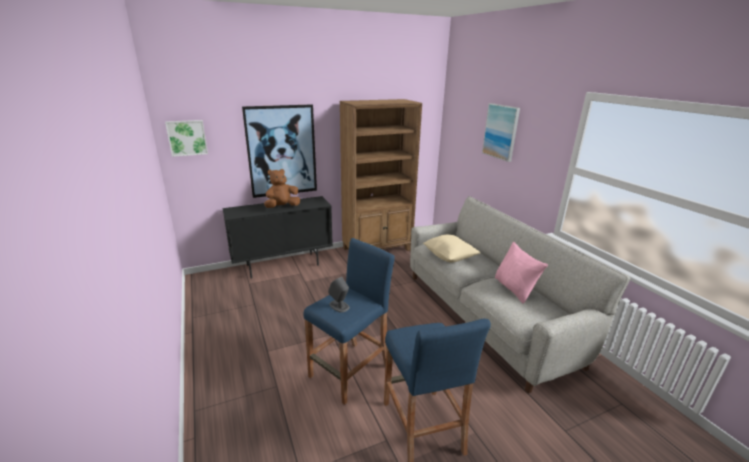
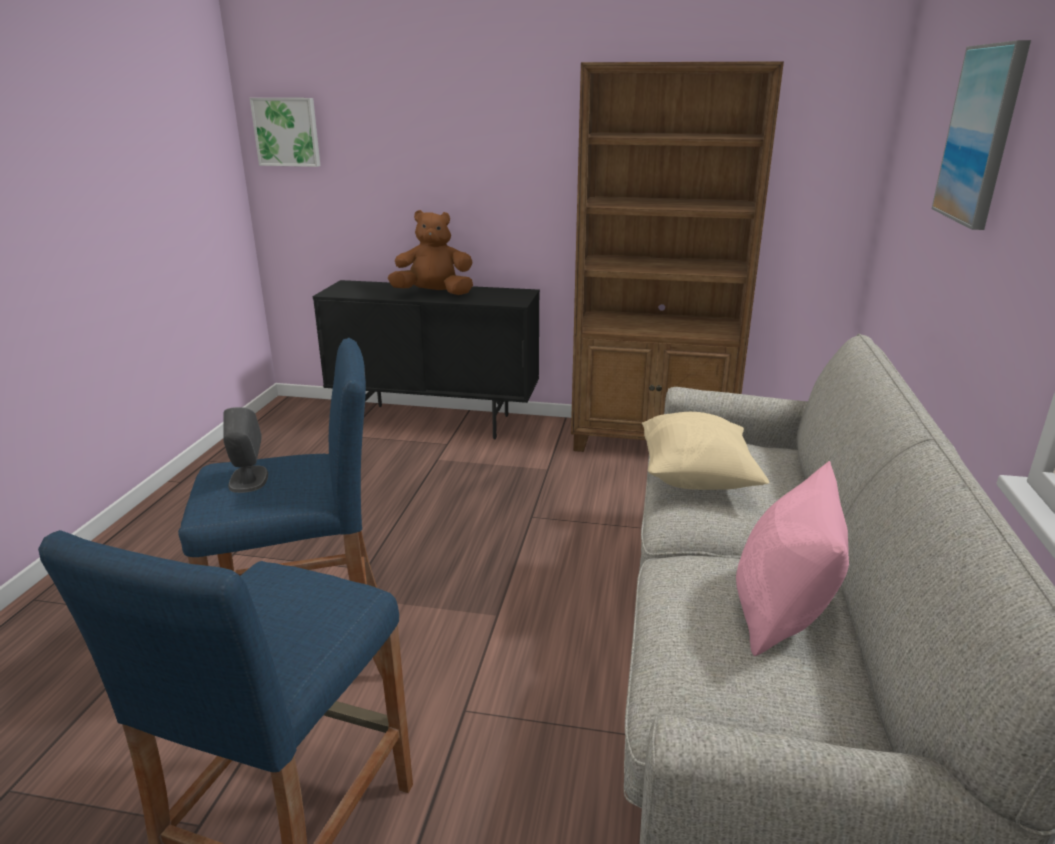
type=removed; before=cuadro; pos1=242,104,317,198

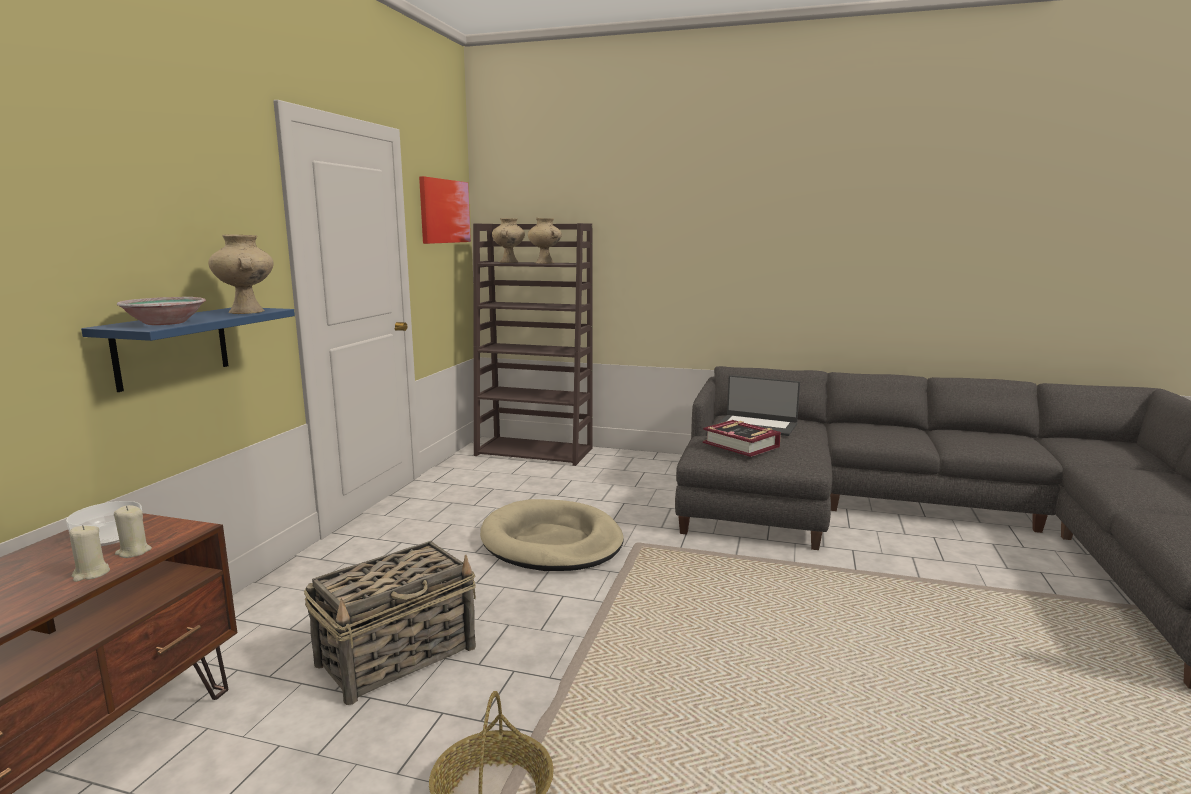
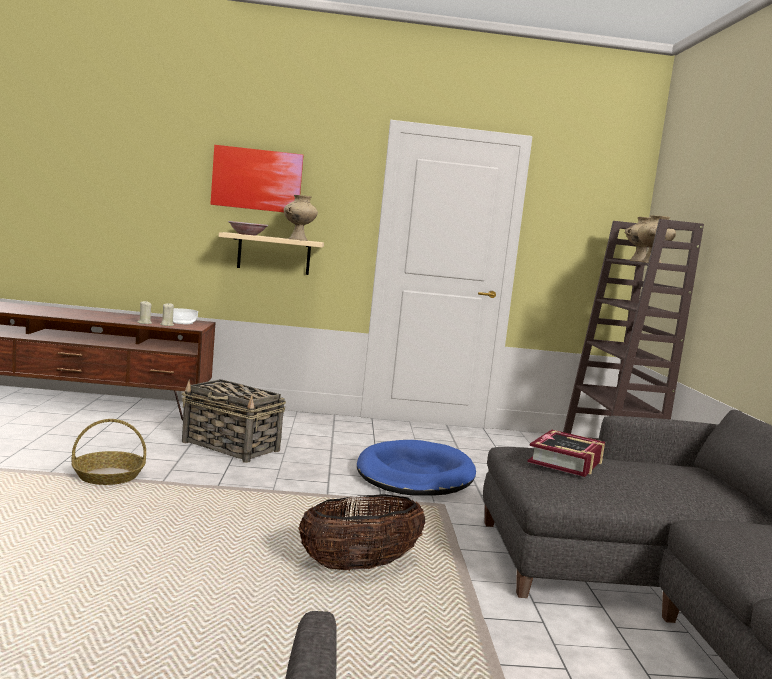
type=moved; before=cuadro; pos1=419,176,471,244; pos2=210,145,304,212
type=recoloured; before=estante [azul]; after=estante [beis]; pos1=81,308,295,392; pos2=219,232,324,275
type=added; after=cesta; pos2=299,494,425,570
type=recoloured; before=cama para perro [beis]; after=cama para perro [azul]; pos1=480,499,624,571; pos2=357,440,476,496
type=removed; before=portátil; pos1=717,375,800,436

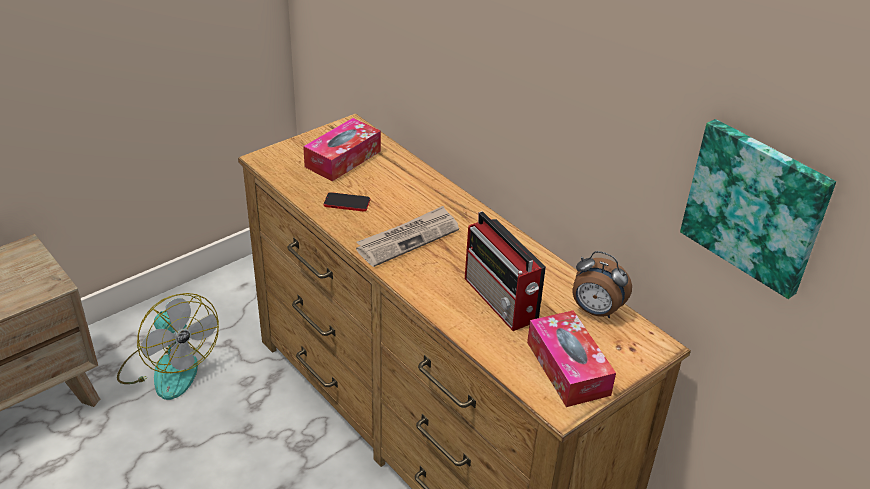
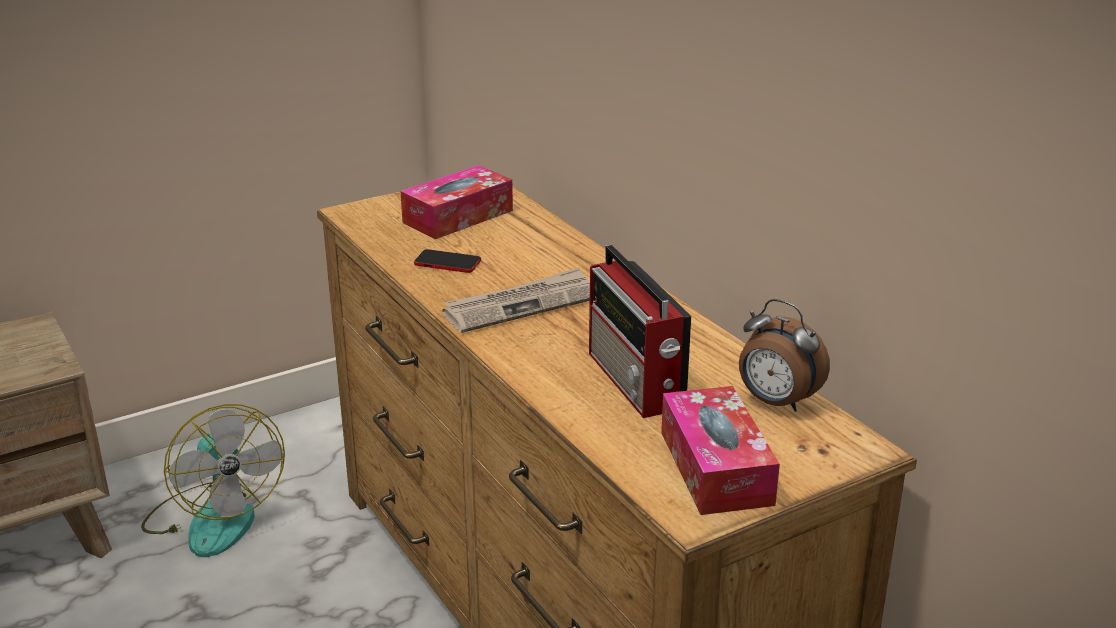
type=removed; before=cuadro; pos1=680,119,836,299

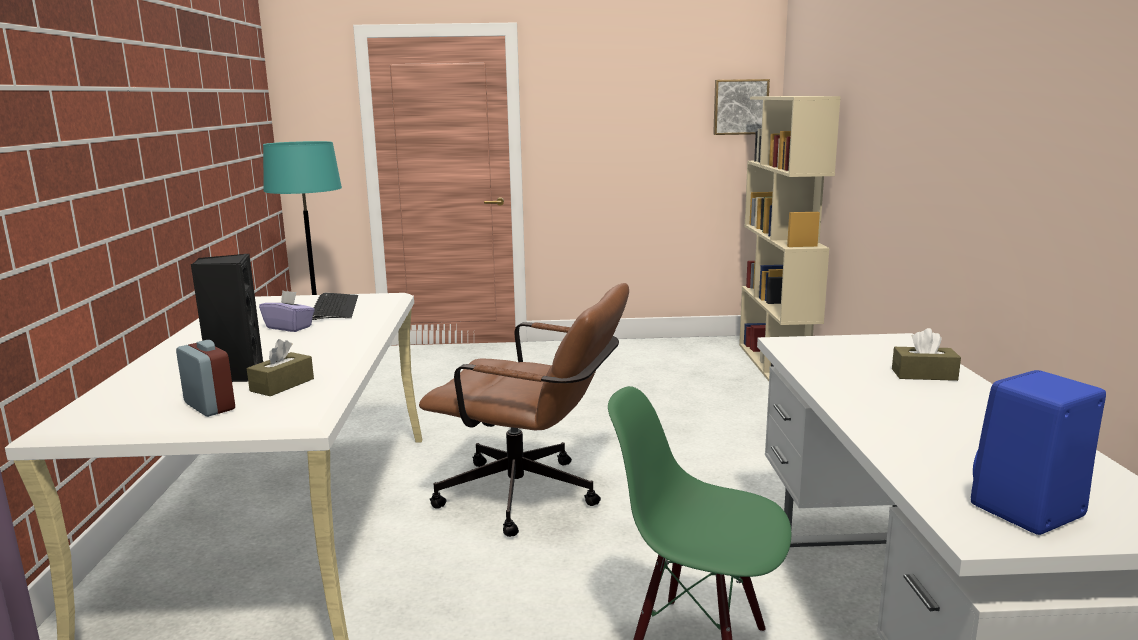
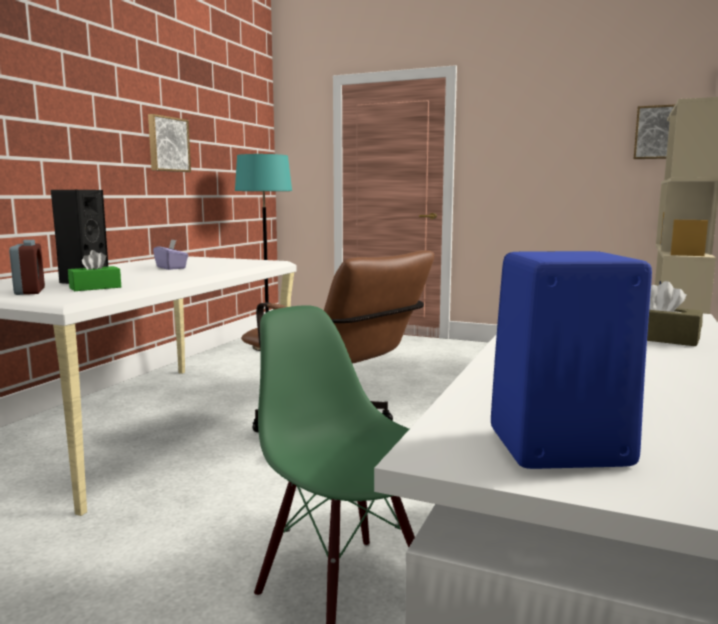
type=recoloured; before=caja de pañuelos [marrón]; after=caja de pañuelos [verde]; pos1=247,339,314,396; pos2=68,250,121,291
type=added; after=cuadro; pos2=148,114,191,172
type=removed; before=teclado; pos1=312,293,358,320

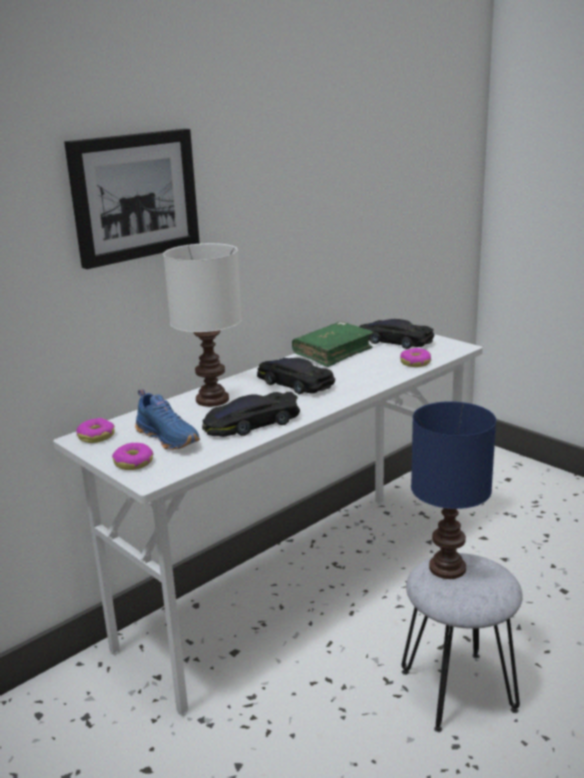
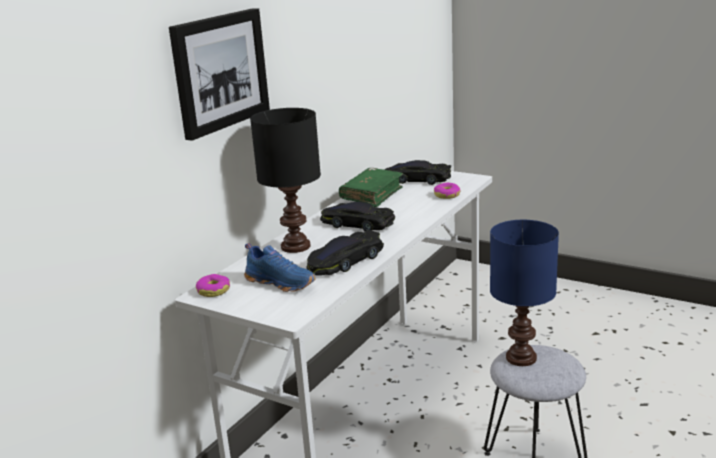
type=recoloured; before=lámpara de mesa [blanco]; after=lámpara de mesa [negro]; pos1=163,243,242,407; pos2=250,108,321,253
type=removed; before=rosquilla; pos1=112,443,154,470

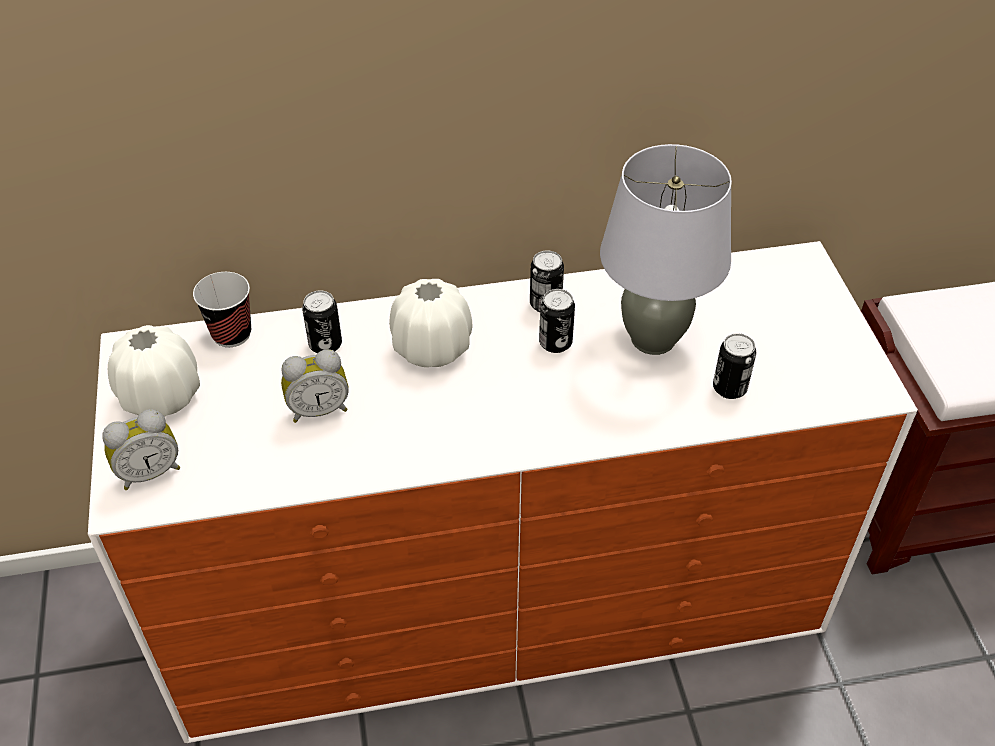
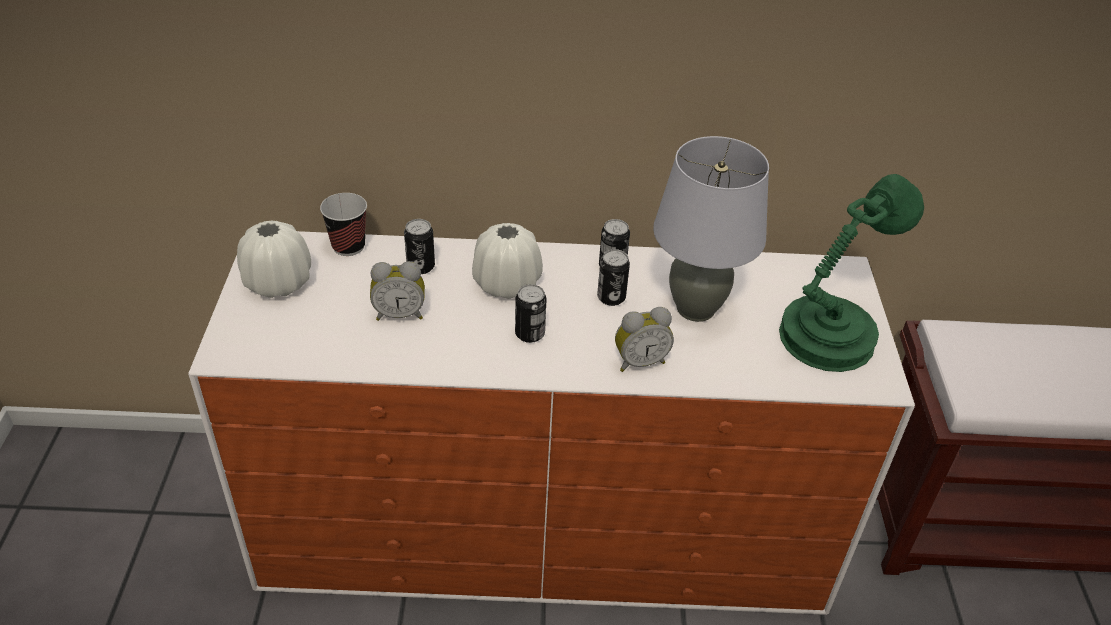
type=moved; before=lata; pos1=713,333,756,399; pos2=515,284,547,343
type=moved; before=despertador; pos1=102,409,180,490; pos2=615,307,674,372
type=added; after=lámpara de mesa [verde]; pos2=779,174,924,372

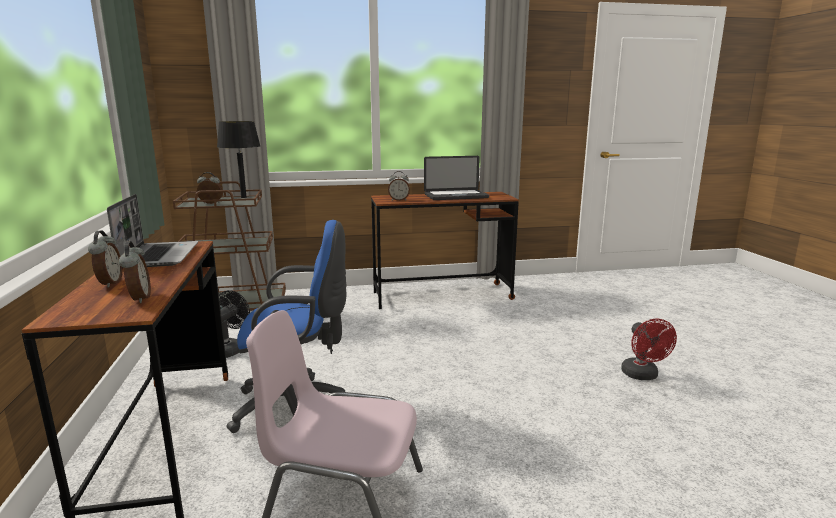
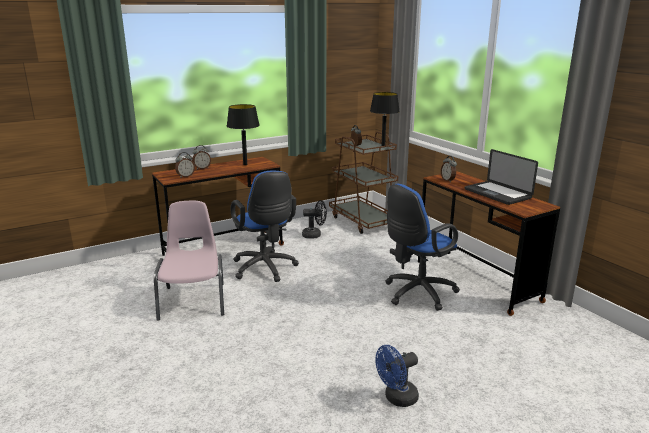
type=replaced; before=portátil; after=lámpara de mesa [negro]; pos1=107,194,198,267; pos2=227,104,260,165
type=recoloured; before=ventilador [rojo]; after=ventilador [azul]; pos1=621,319,677,380; pos2=375,345,419,407
type=added; after=silla de oficina [azul]; pos2=385,184,460,311

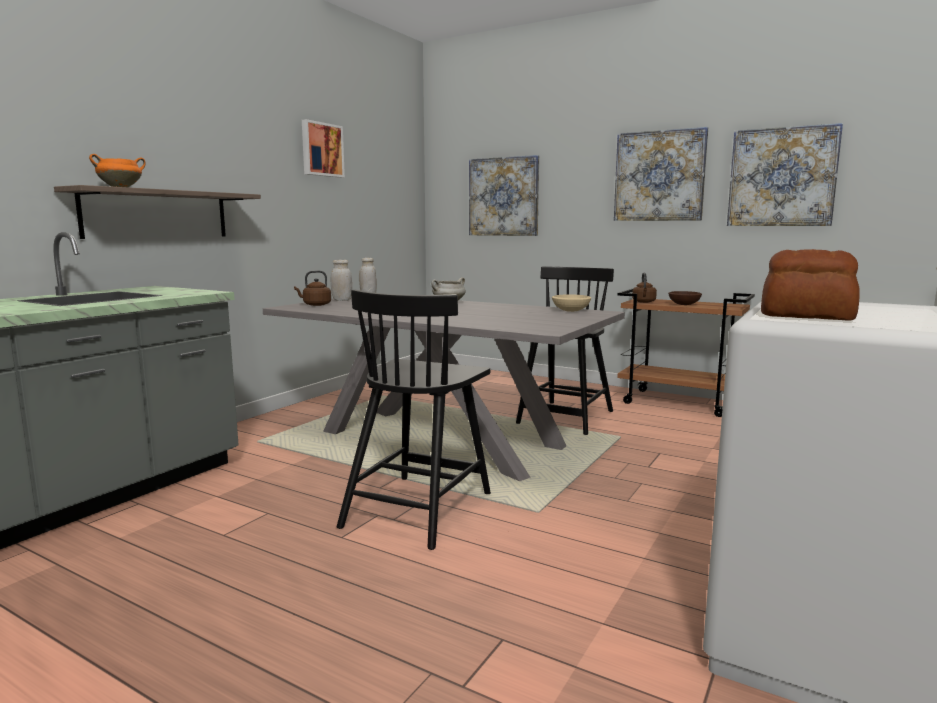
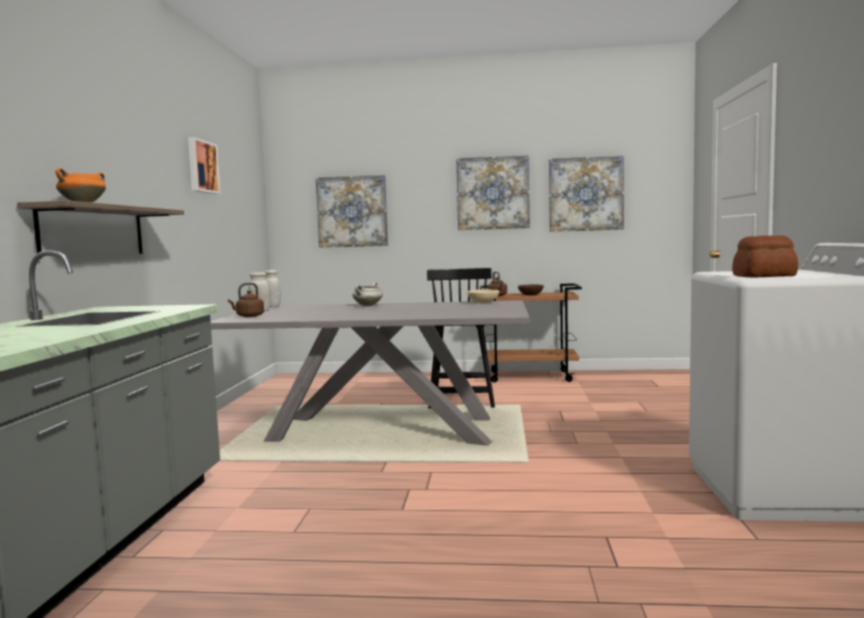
type=removed; before=silla [negro]; pos1=337,290,491,550

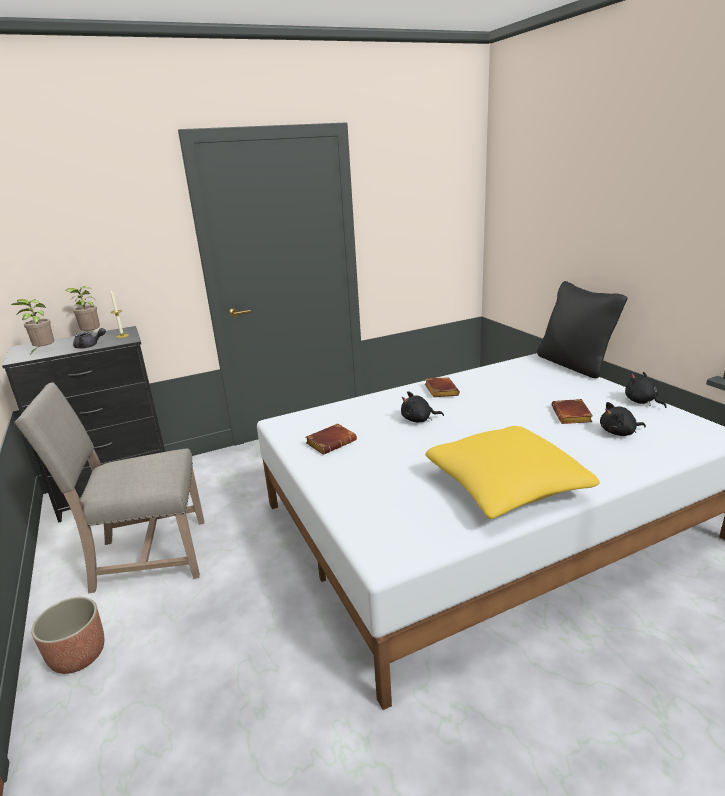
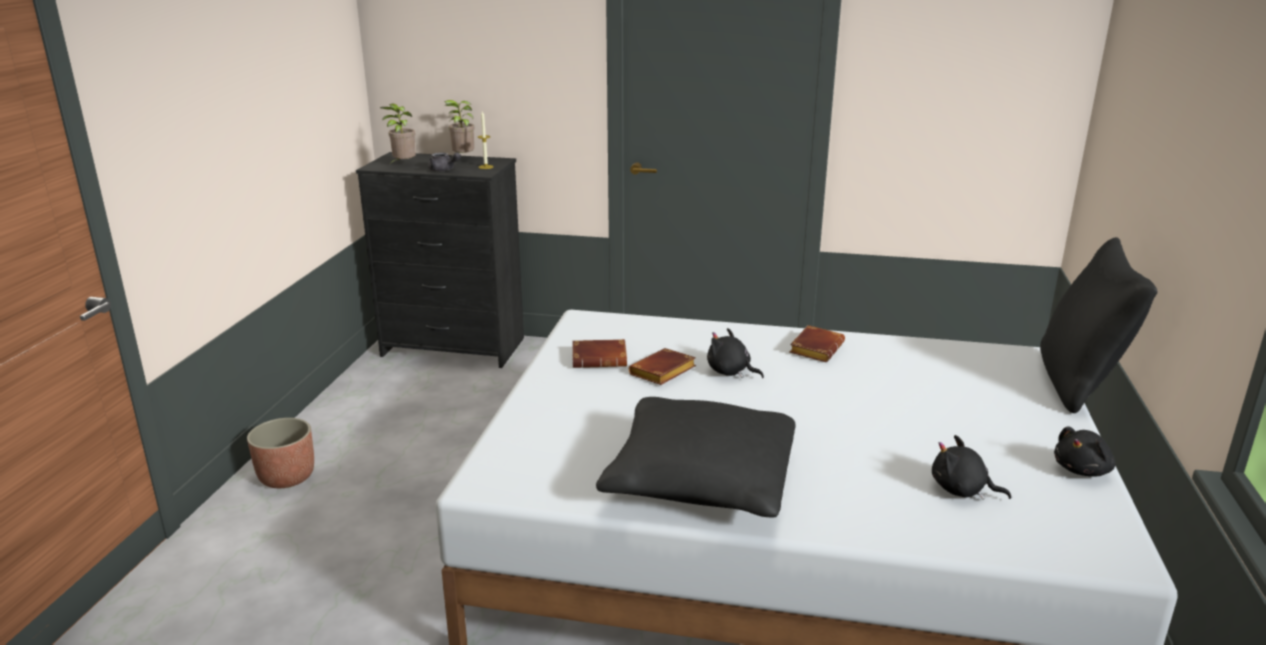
type=recoloured; before=cojín [amarillo]; after=cojín [negro]; pos1=425,426,600,519; pos2=596,397,796,518
type=moved; before=libro [marrón]; pos1=552,399,593,424; pos2=629,348,696,385
type=turned; before=peluche [negro]; pos1=625,372,667,408; pos2=1054,426,1116,476; turn=-135
type=removed; before=silla [beis]; pos1=14,382,204,594

